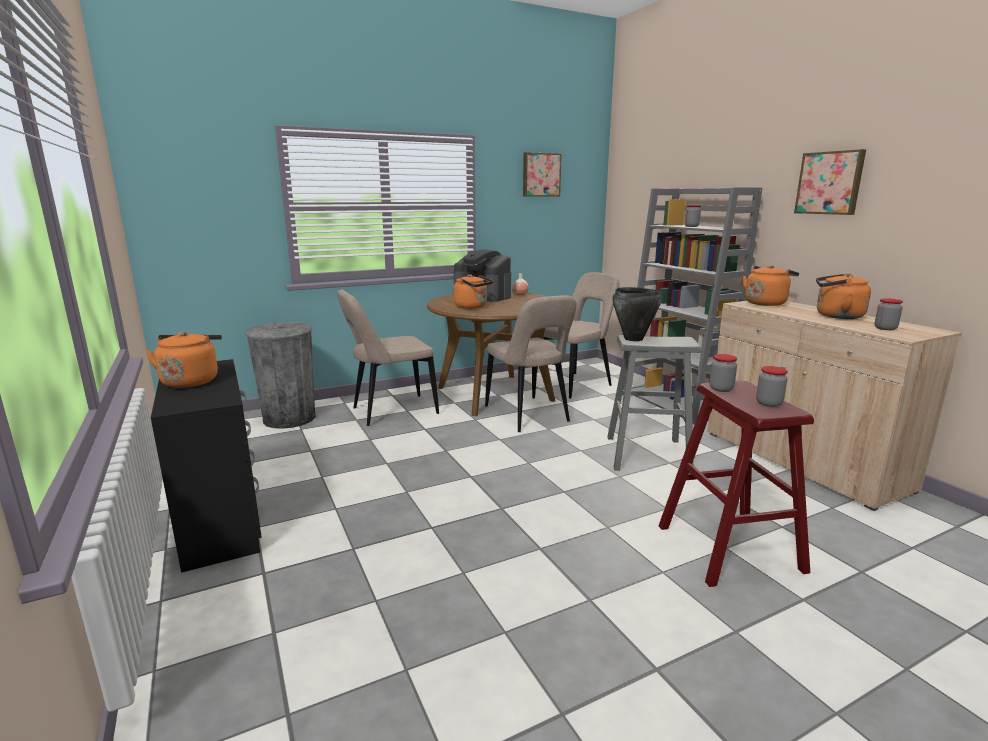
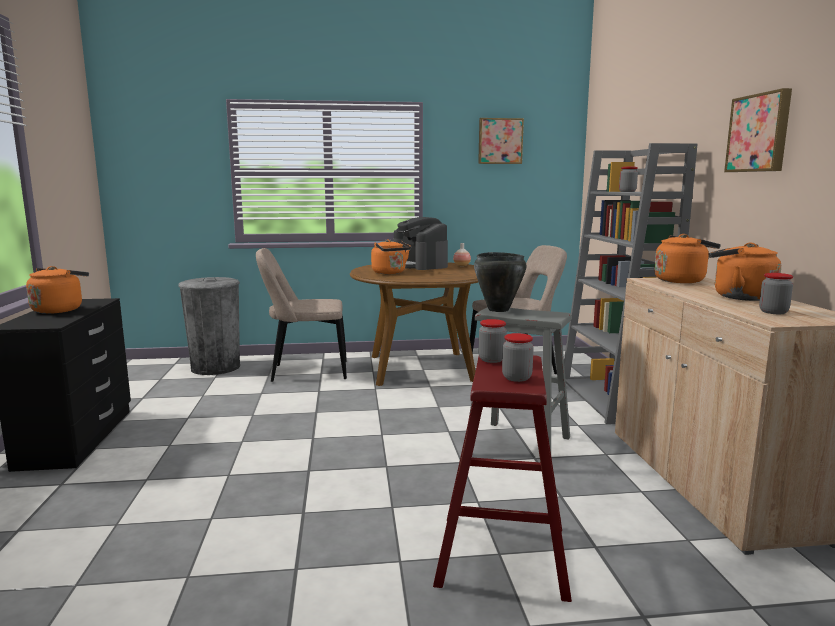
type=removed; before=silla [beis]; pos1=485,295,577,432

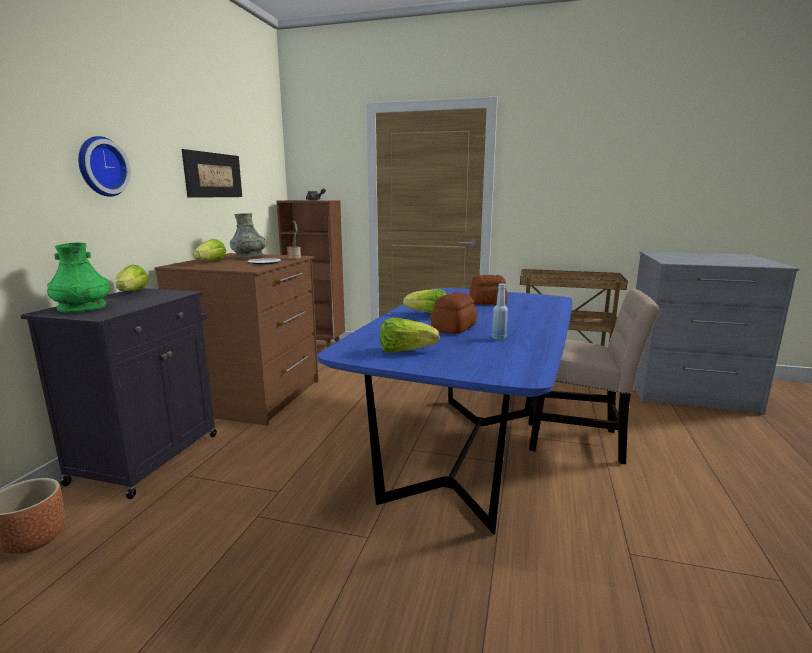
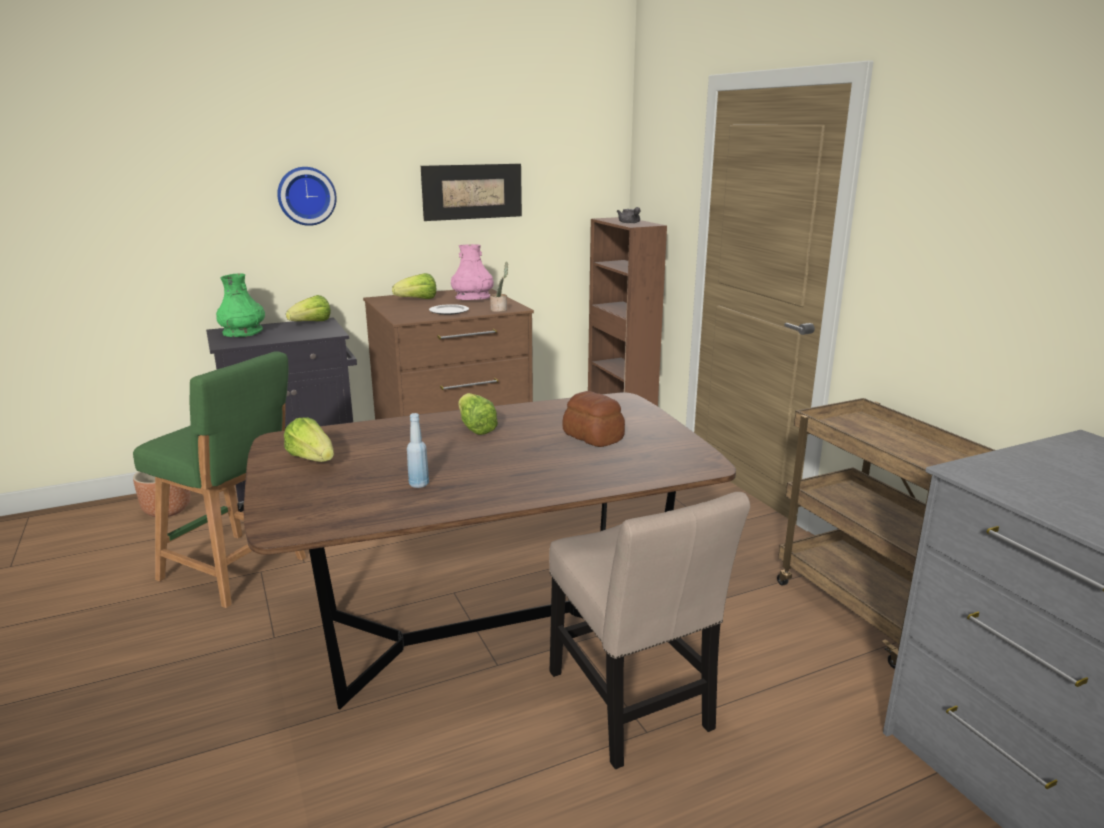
type=added; after=taburete [verde]; pos2=133,351,306,608
type=recoloured; before=mesa de comedor [azul]; after=mesa de comedor [marrón]; pos1=317,288,572,535; pos2=244,393,736,709
type=recoloured; before=florero [gris]; after=florero [rosa]; pos1=230,213,266,259; pos2=451,244,494,300
type=removed; before=pan; pos1=430,292,477,334

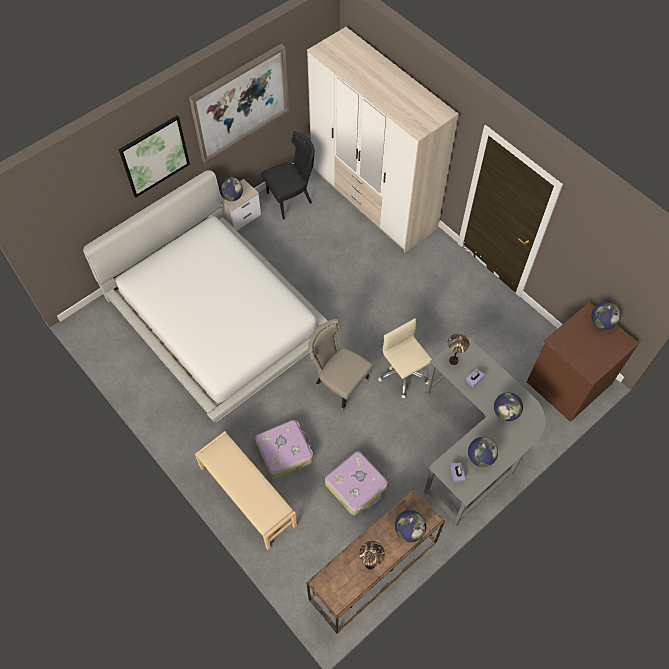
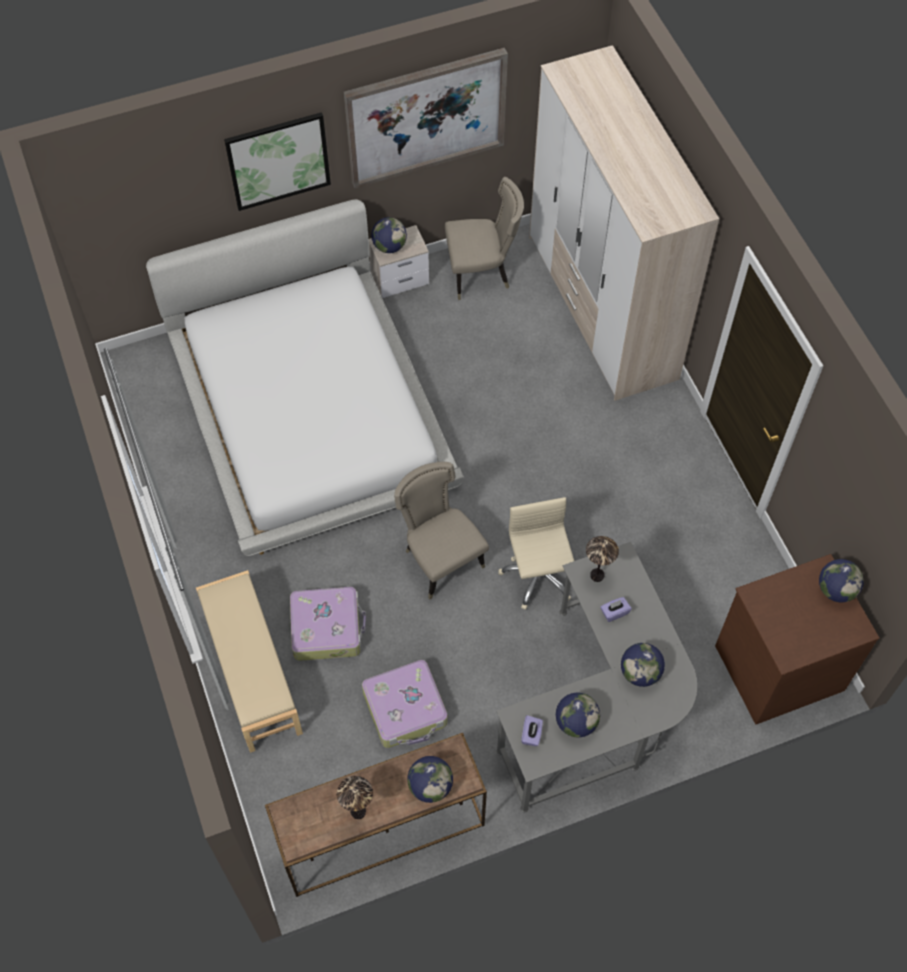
type=recoloured; before=silla [negro]; after=silla [beis]; pos1=261,131,315,220; pos2=445,177,524,300

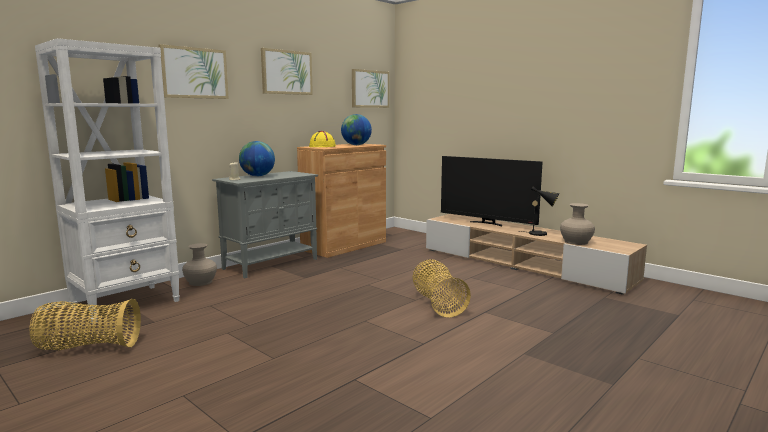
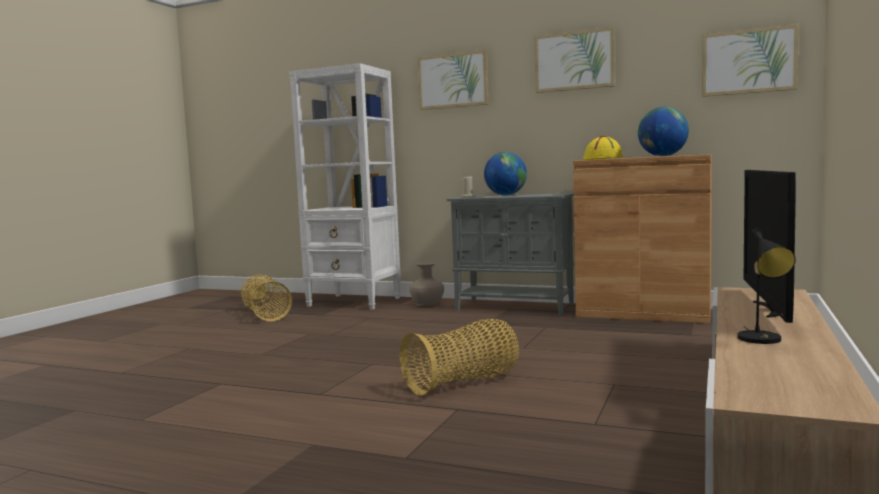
type=removed; before=florero [beis]; pos1=560,203,595,245

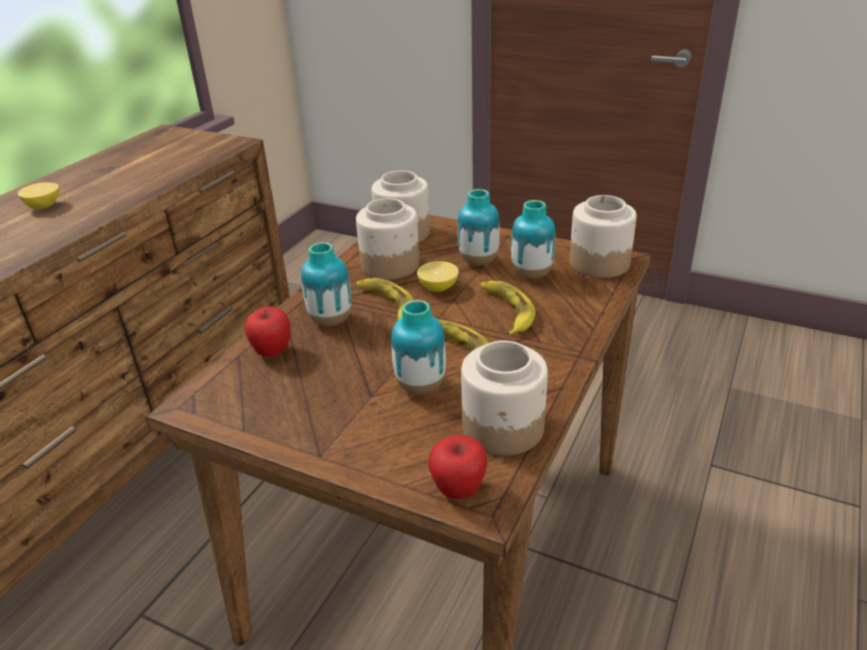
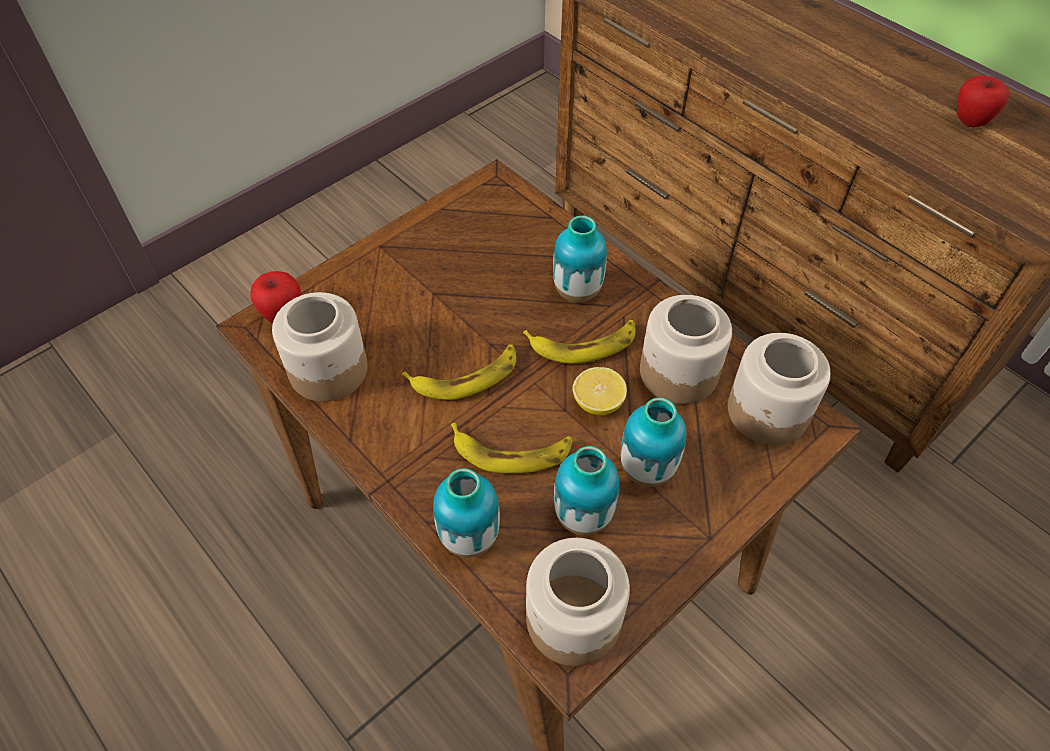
type=moved; before=florero; pos1=391,300,446,394; pos2=433,468,500,558
type=moved; before=manzana; pos1=245,306,290,357; pos2=957,75,1010,128
type=removed; before=limón; pos1=18,182,59,209

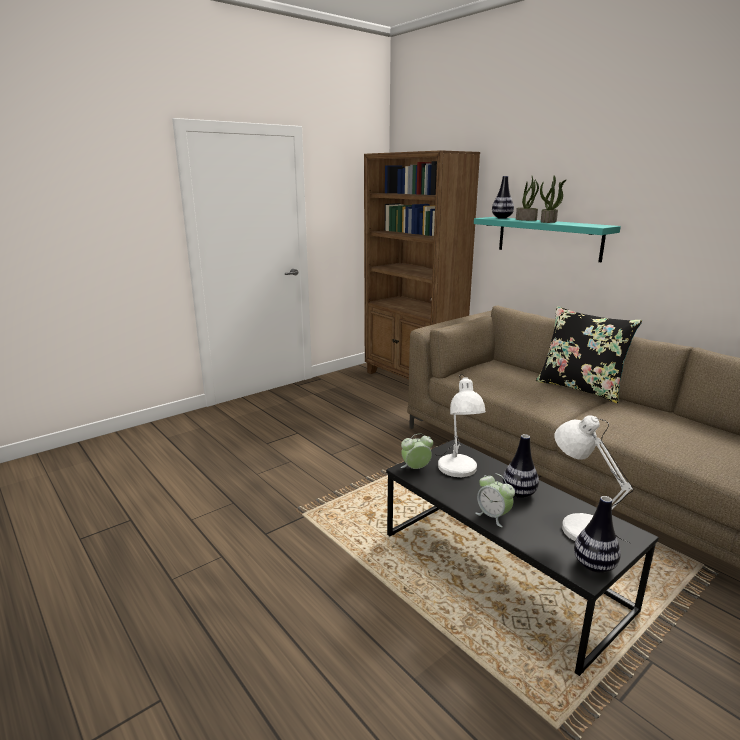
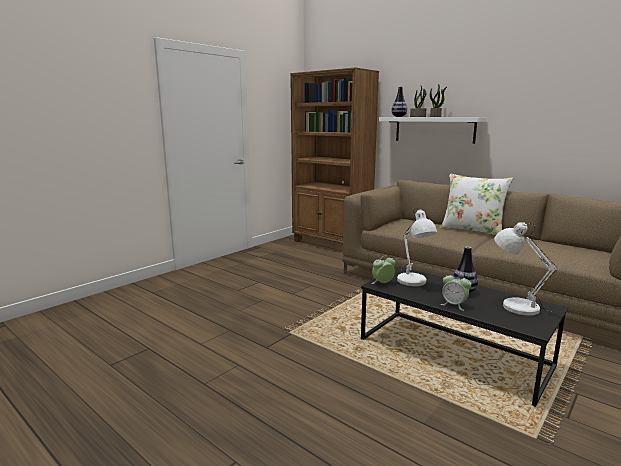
type=recoloured; before=estante [turquesa]; after=estante [blanco]; pos1=474,217,621,262; pos2=379,117,488,144
type=recoloured; before=cojín [negro]; after=cojín [blanco]; pos1=536,306,642,403; pos2=440,174,513,235
type=removed; before=florero; pos1=574,496,621,573

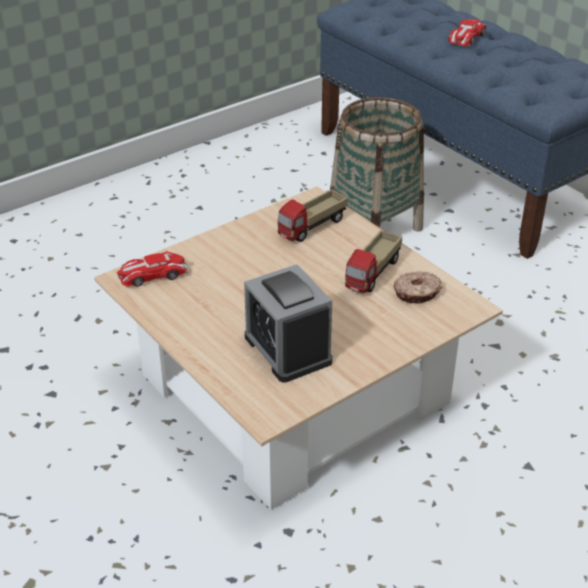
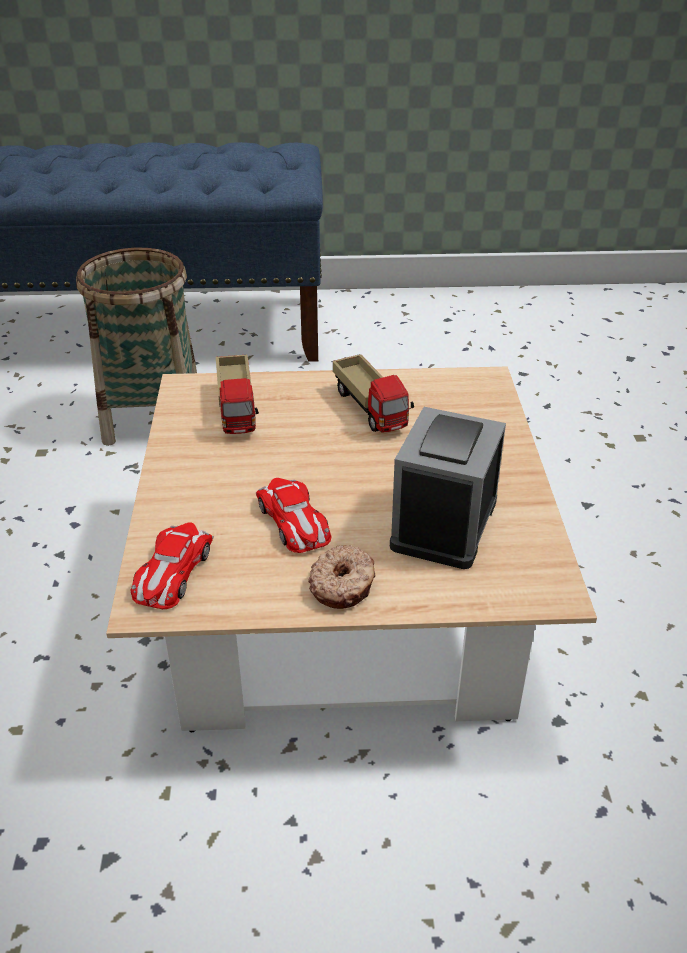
type=moved; before=coche de juguete; pos1=448,19,487,46; pos2=256,478,332,553
type=moved; before=rosquilla; pos1=394,271,442,304; pos2=308,545,375,609
type=turned; before=despertador; pos1=244,264,332,382; pos2=390,407,506,569; turn=105

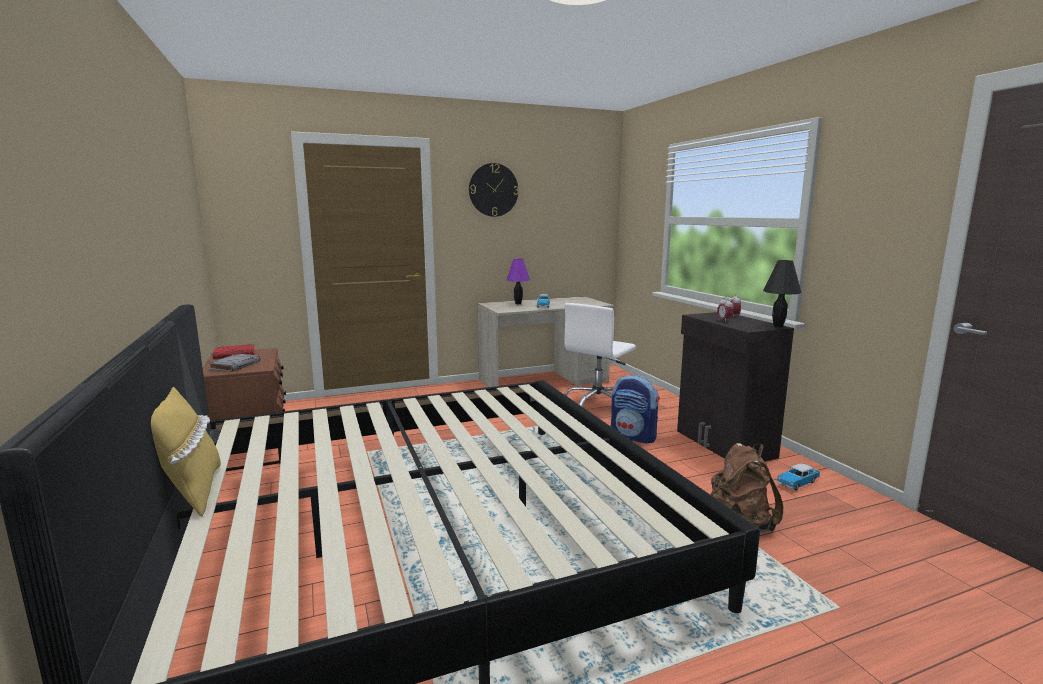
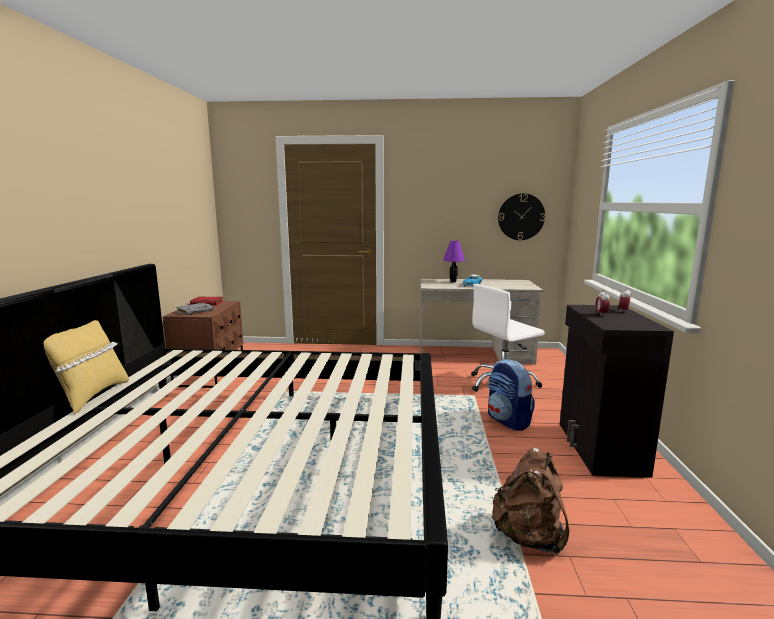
type=moved; before=reloj de pared; pos1=469,163,519,217; pos2=498,193,545,240
type=removed; before=lámpara de mesa [negro]; pos1=763,260,801,328
type=removed; before=coche de juguete; pos1=777,463,820,491

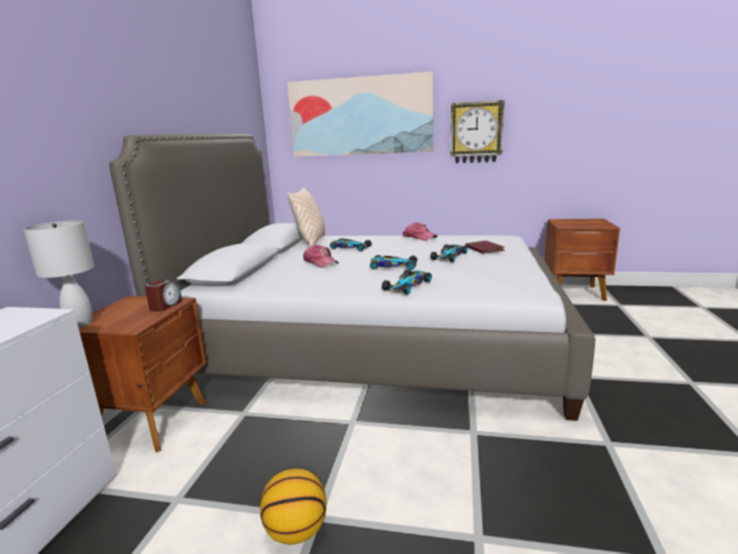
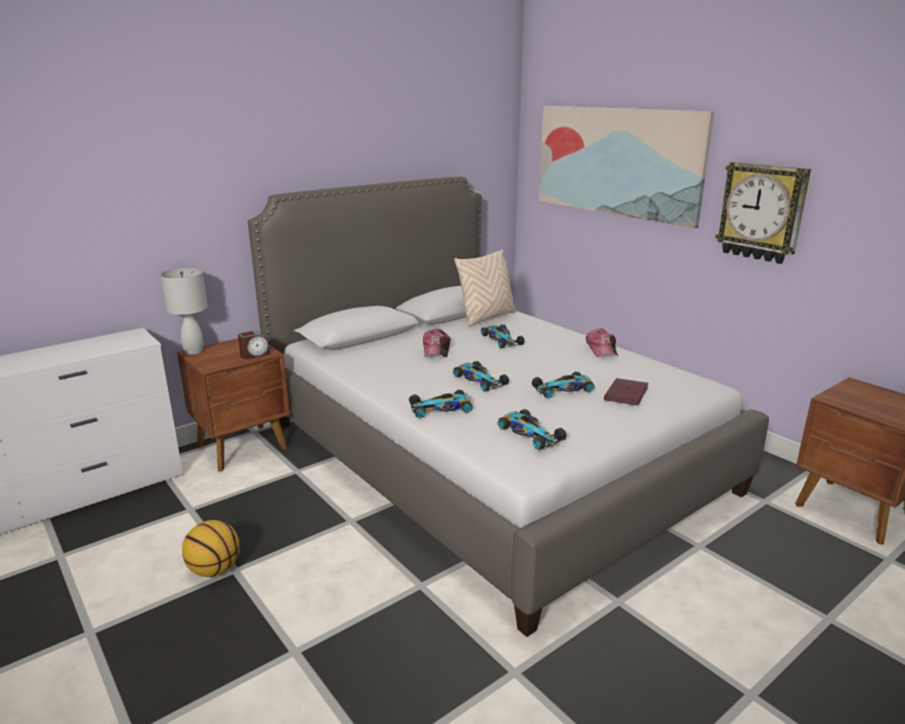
type=added; after=coche de juguete; pos2=497,409,566,450

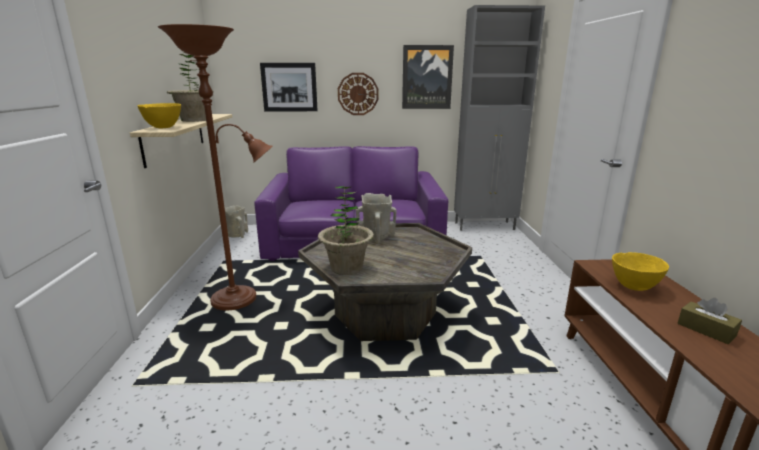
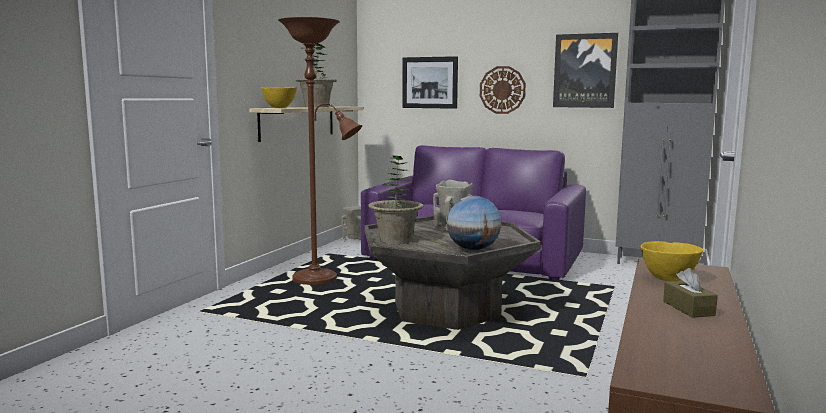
type=added; after=globo terráqueo; pos2=447,196,502,250

